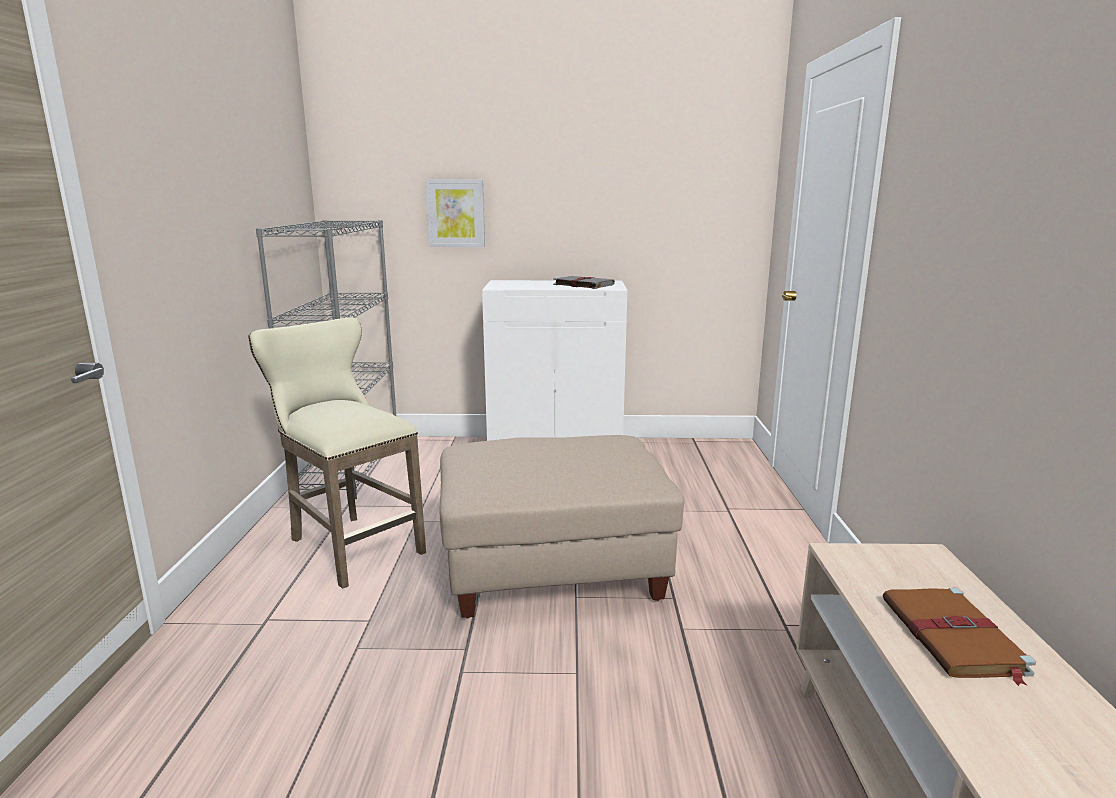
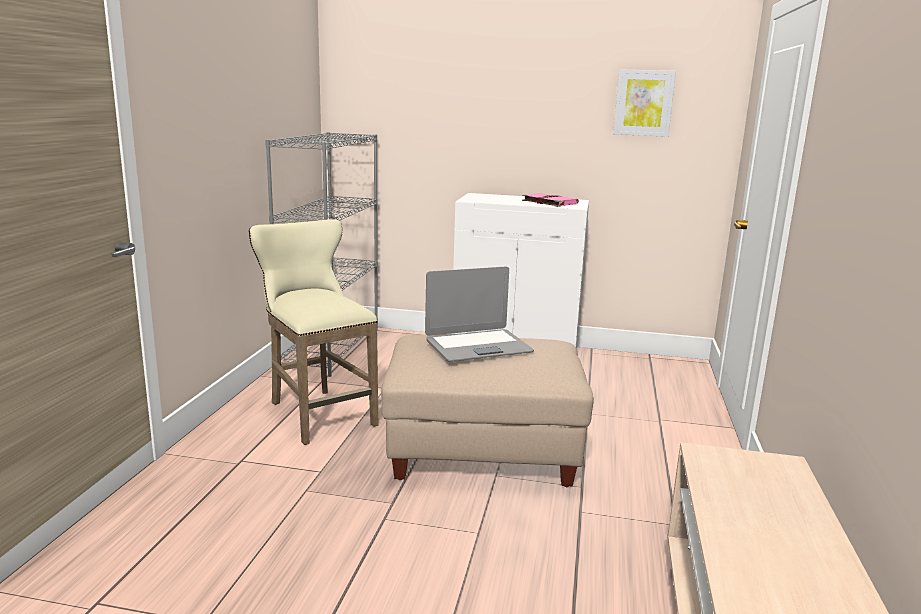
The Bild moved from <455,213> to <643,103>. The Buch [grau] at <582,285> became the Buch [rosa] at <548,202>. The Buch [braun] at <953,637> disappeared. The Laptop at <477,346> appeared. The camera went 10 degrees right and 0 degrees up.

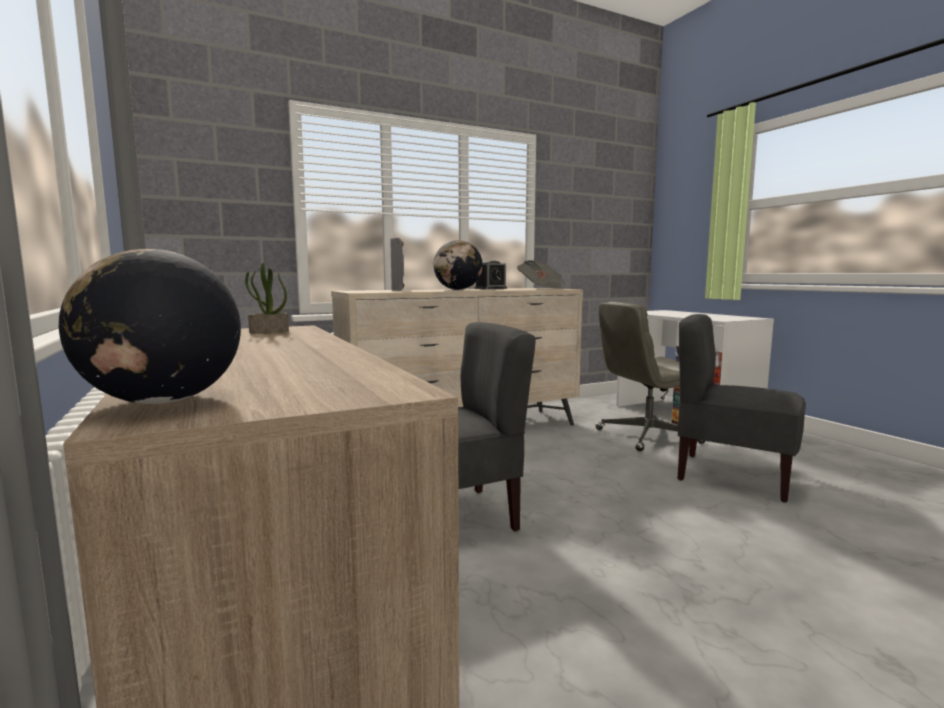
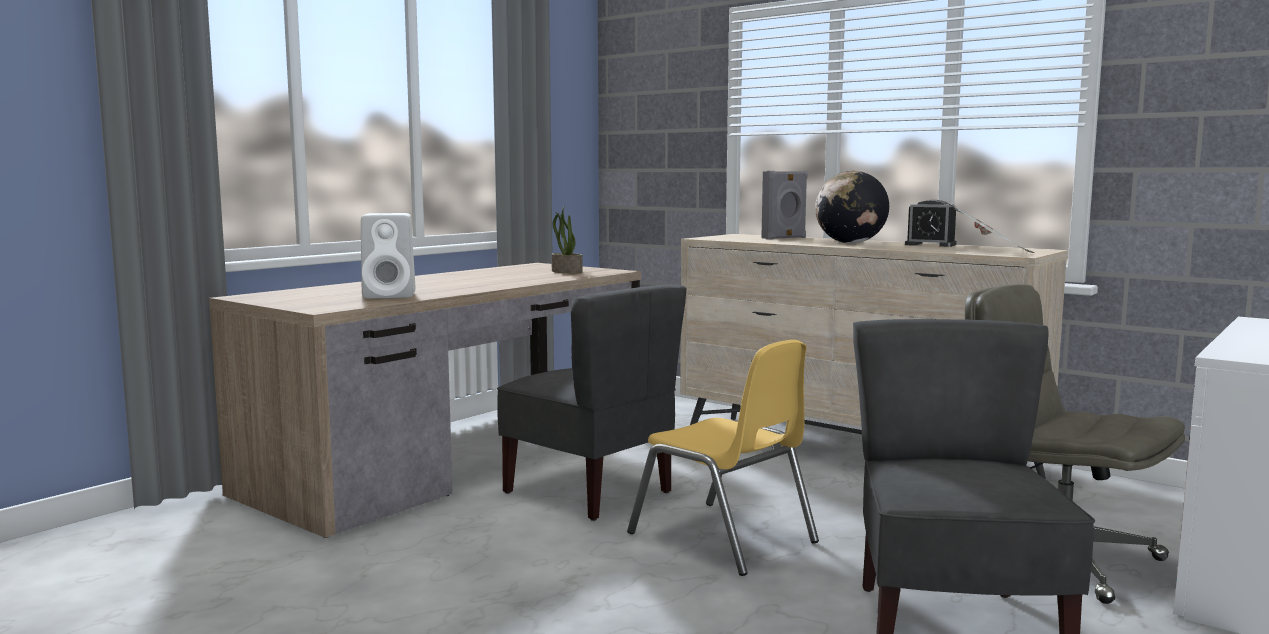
The Globus at <163,401> disappeared. The Lautsprecher [weiß] at <391,295> appeared. The Stuhl [gelb] at <723,538> appeared. The camera went 65 degrees right and 0 degrees up.

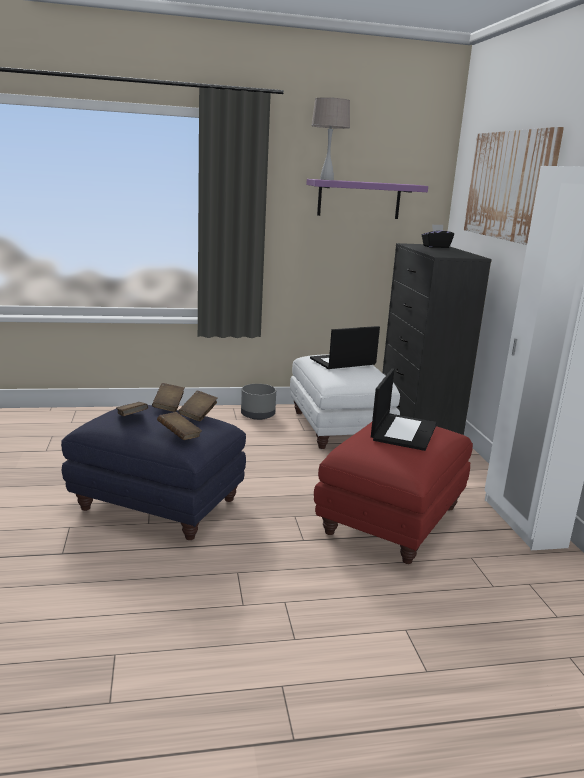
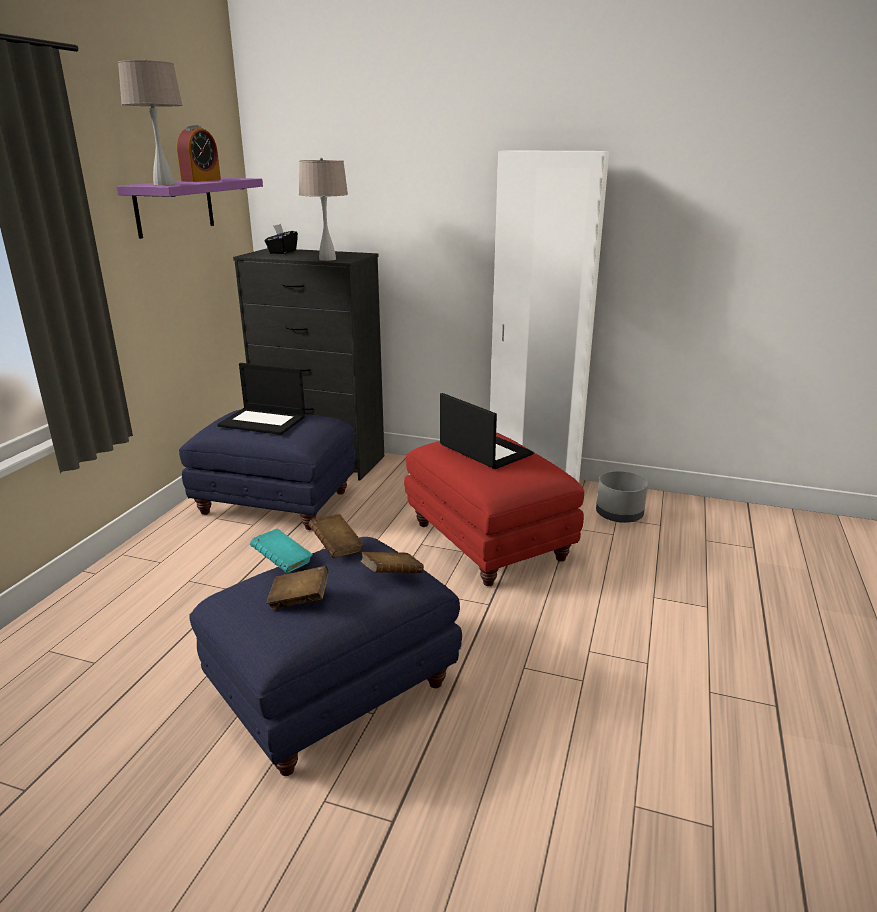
The Buch [braun] at <168,406> became the Buch [türkis] at <282,562>. The Pflanzkübel [grau] moved from <258,415> to <619,514>. The Polsterhocker [weiß] at <339,429> became the Polsterhocker [blau] at <277,503>. The Laptop at <342,362> turned 75 degrees counterclockwise. The Bild at <509,185> disappeared. The Wecker at <201,180> appeared. The Tischlampe [beige] at <328,259> appeared. The camera went 60 degrees left and 5 degrees up.

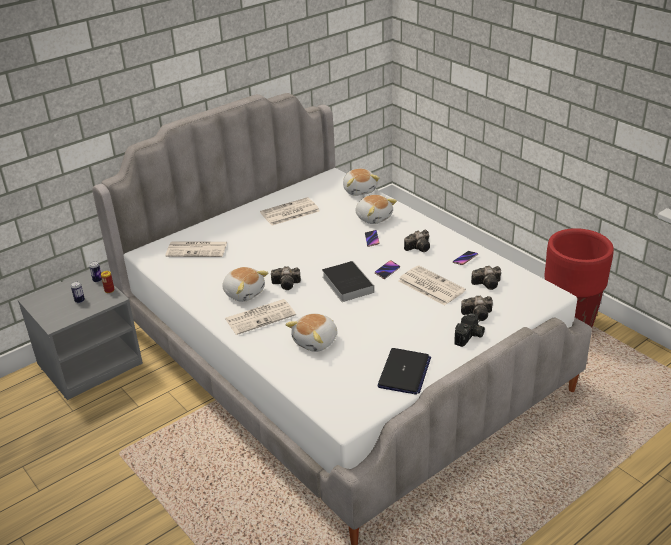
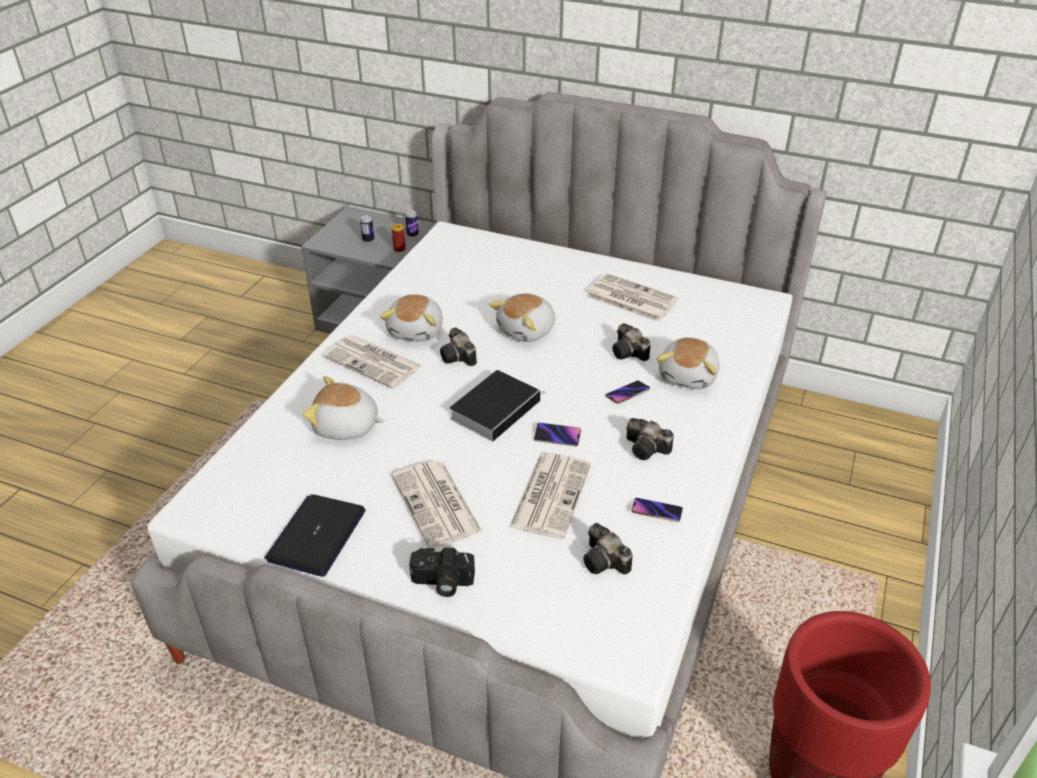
The Zeitung moved from <197,249> to <437,504>. The Plüschtier moved from <360,190> to <527,330>. The Laptop at <404,372> turned 120 degrees clockwise. The Kamera moved from <479,314> to <629,353>. The camera went 60 degrees right and 5 degrees up.

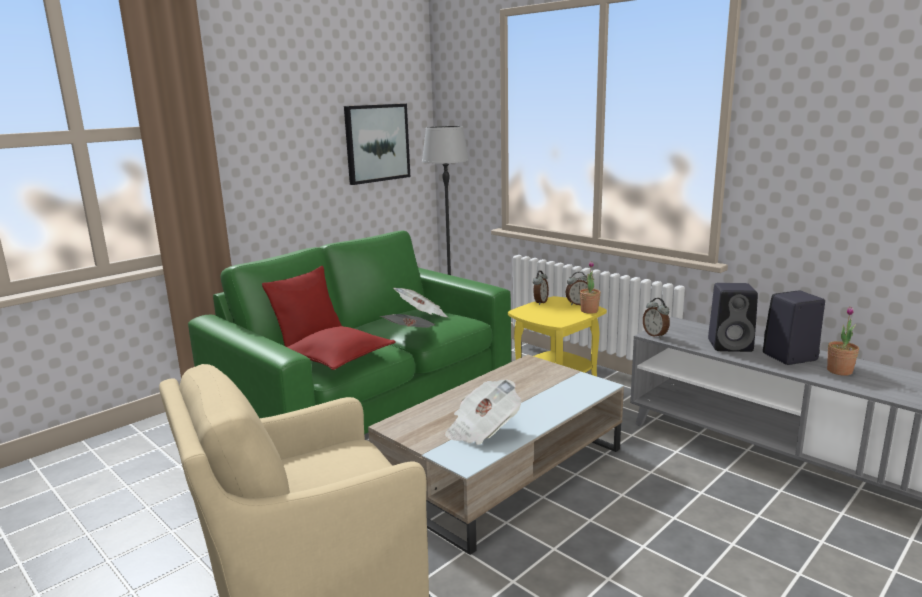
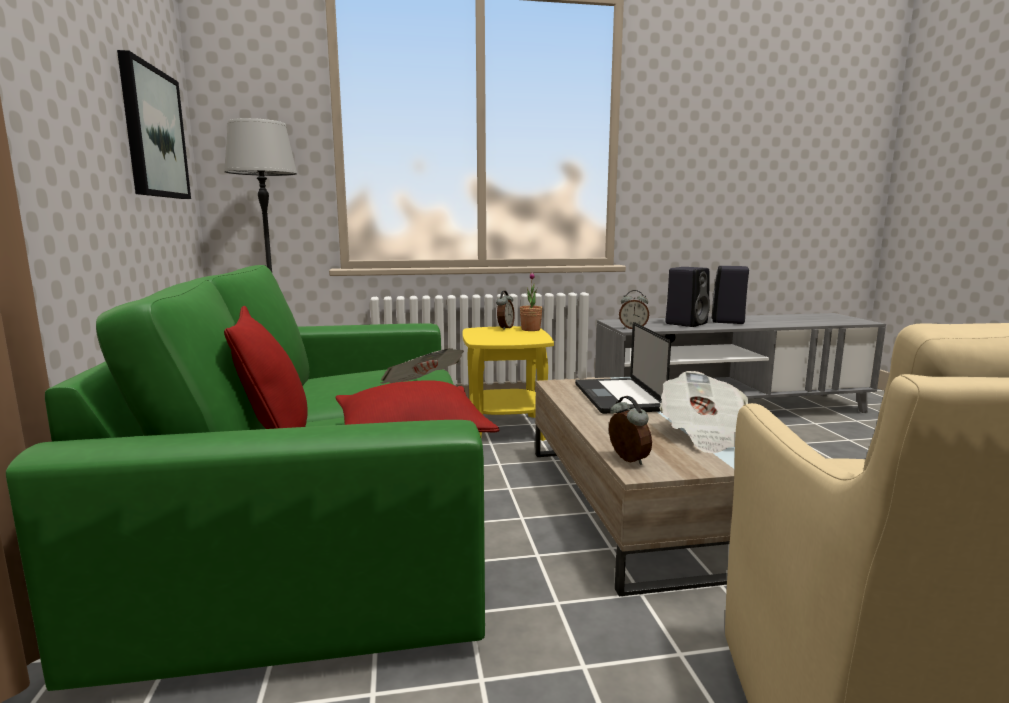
The Zeitung at <422,316> disappeared. The Wecker moved from <540,302> to <627,460>. The Topfpflanze at <839,371> disappeared. The Laptop at <617,397> appeared. The camera went 55 degrees left and 5 degrees down.

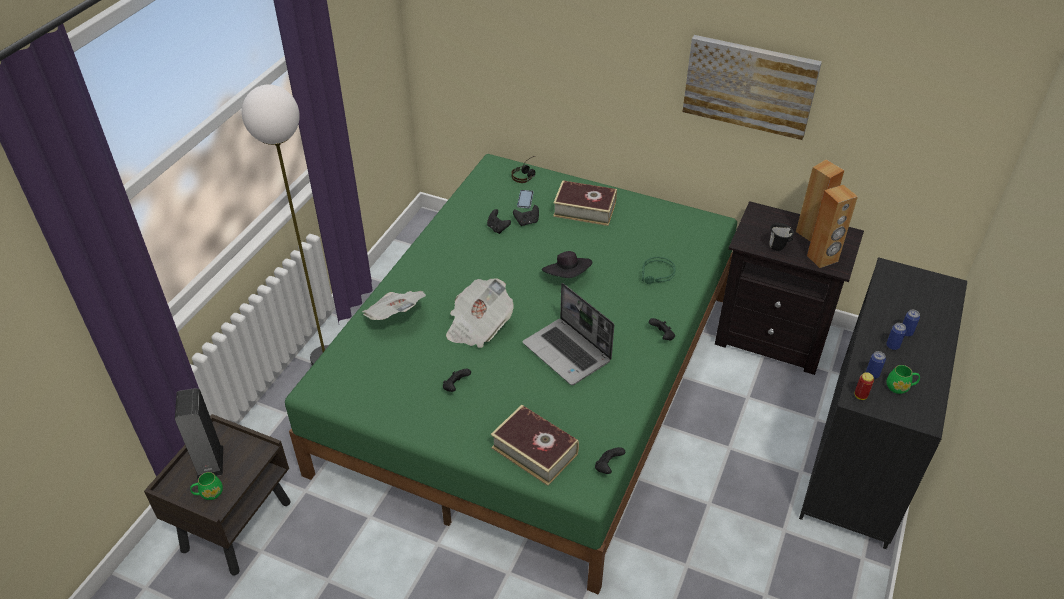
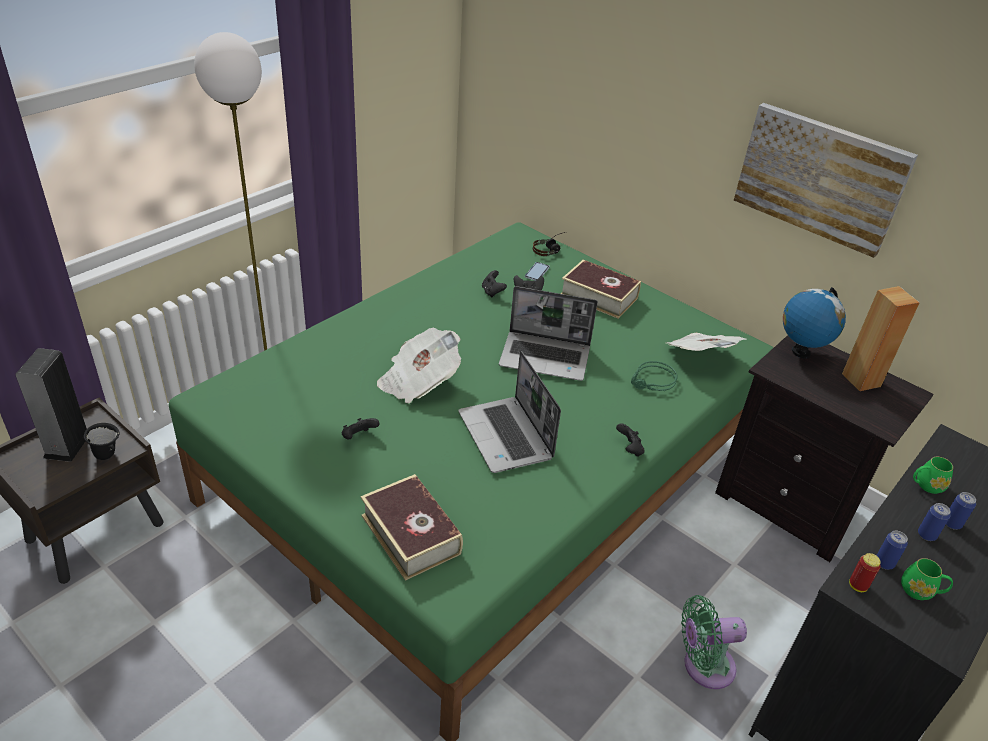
The Henkelbecher [grün] moved from <209,493> to <926,485>. The Zeitung moved from <395,316> to <700,356>. The Hut [schwarz] at <567,276> was replaced by the Laptop at <546,357>. The Gamepad [schwarz] at <608,467> disappeared. The Henkelbecher [schwarz] moved from <778,247> to <108,455>. The Lautsprecher [braun] at <822,259> disappeared. The Ventilator [grün] at <703,666> appeared. The Globus at <800,352> appeared. The camera went 15 degrees right and 5 degrees down.

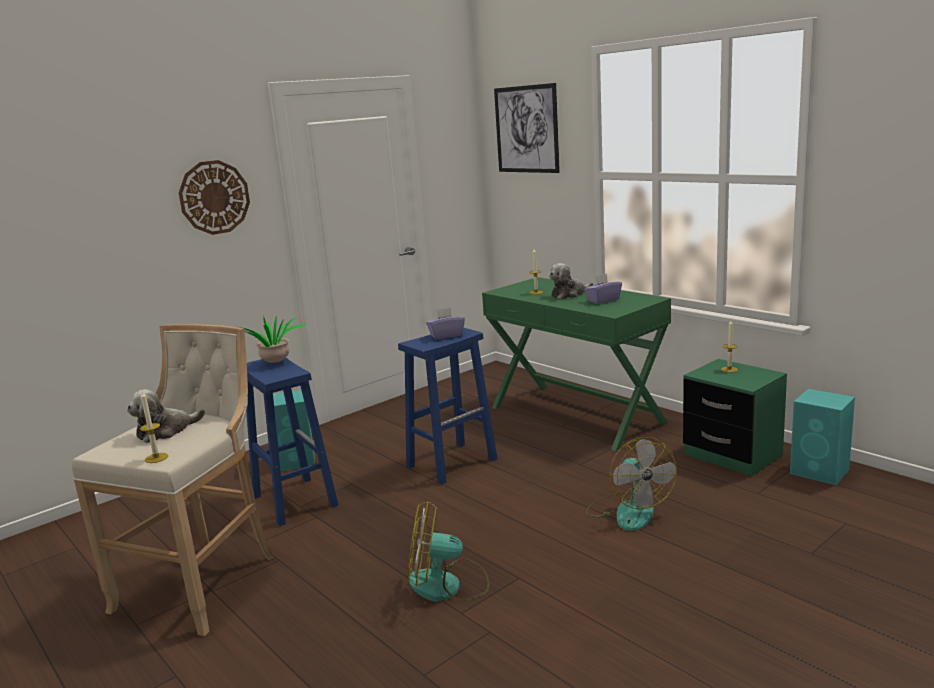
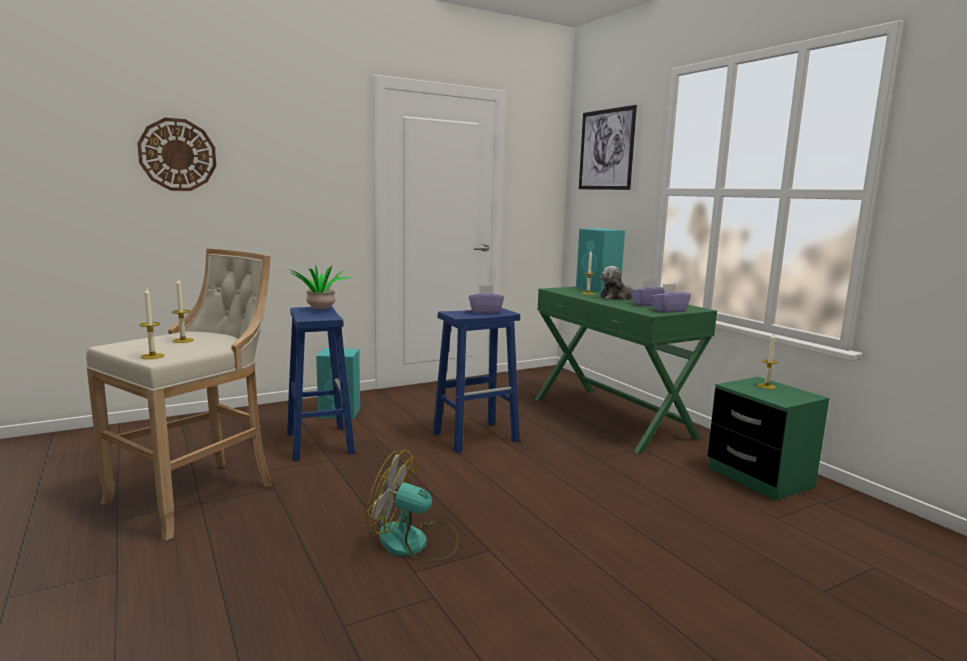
The Plüschtier at <166,431> was replaced by the Kerze at <183,340>. The Wanduhr moved from <214,197> to <177,155>. The Ventilator at <628,511> disappeared. The Lautsprecher [türkis] moved from <821,472> to <598,289>. The Taschentuchbox [lila] at <668,310> appeared. The camera went 10 degrees right and 5 degrees down.

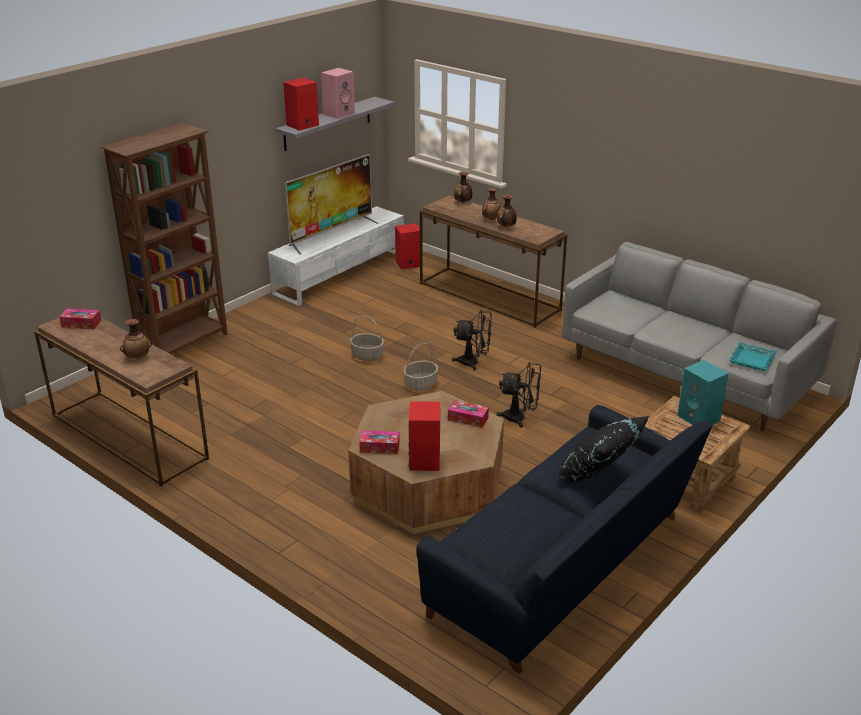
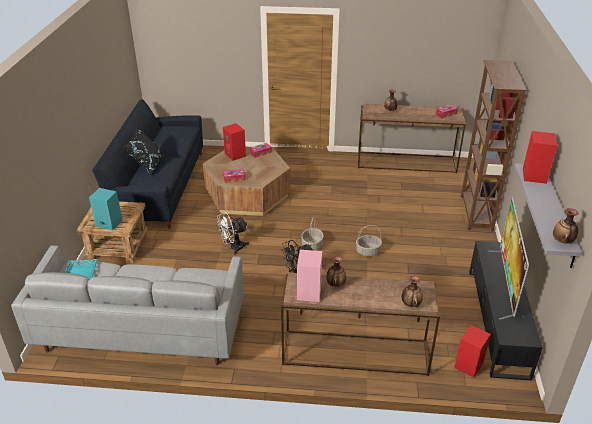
The Fernsehschrank [weiß] at <341,273> became the Fernsehschrank [schwarz] at <497,321>. The Lautsprecher [rosa] moved from <339,113> to <309,293>. The Vase moved from <491,219> to <562,241>. The Ventilator [schwarz] at <520,418> became the Ventilator [weiß] at <233,247>. The camera went 145 degrees right and 5 degrees up.

